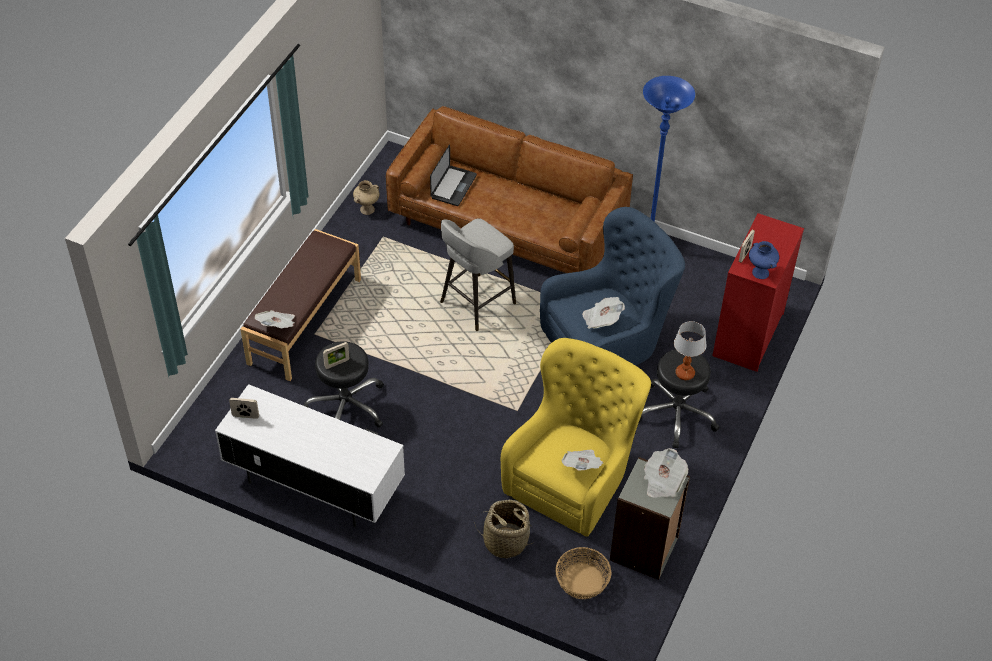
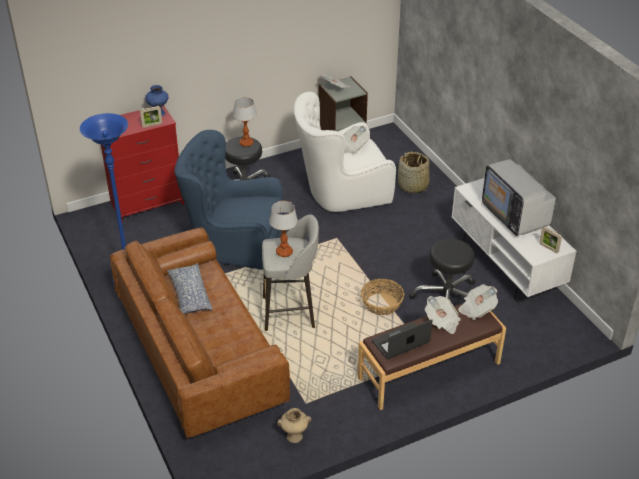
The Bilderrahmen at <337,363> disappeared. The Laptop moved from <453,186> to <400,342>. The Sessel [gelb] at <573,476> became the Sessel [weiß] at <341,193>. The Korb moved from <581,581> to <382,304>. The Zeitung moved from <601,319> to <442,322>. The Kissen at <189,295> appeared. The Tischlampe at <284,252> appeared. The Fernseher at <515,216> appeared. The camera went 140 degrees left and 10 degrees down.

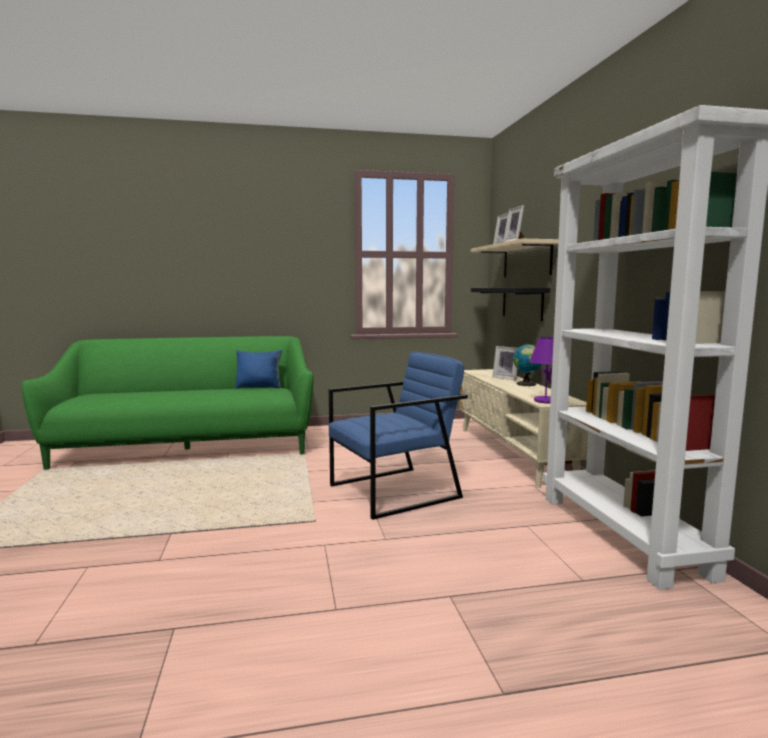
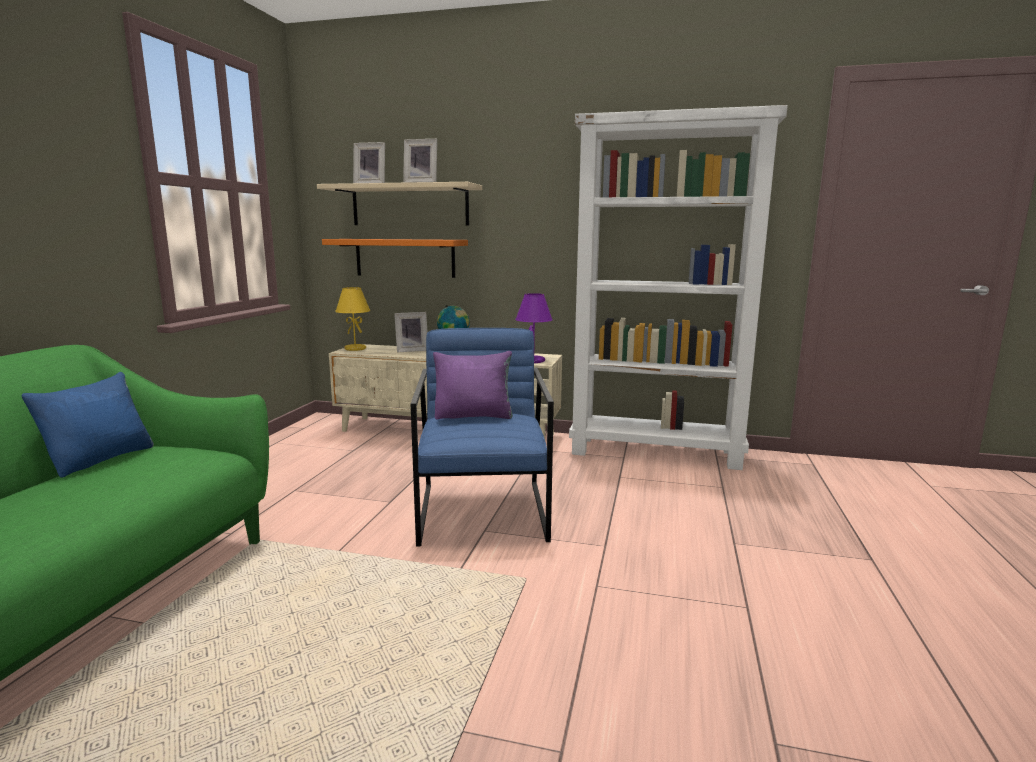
The Wandregal [schwarz] at <522,303> became the Wandregal [orange] at <405,258>. The Tischlampe [gelb] at <355,349> appeared. The Kissen [lila] at <474,416> appeared. The camera went 65 degrees left and 5 degrees up.

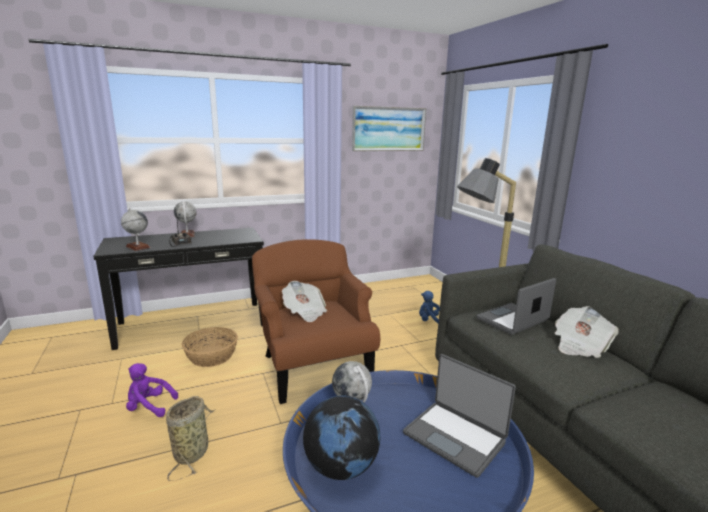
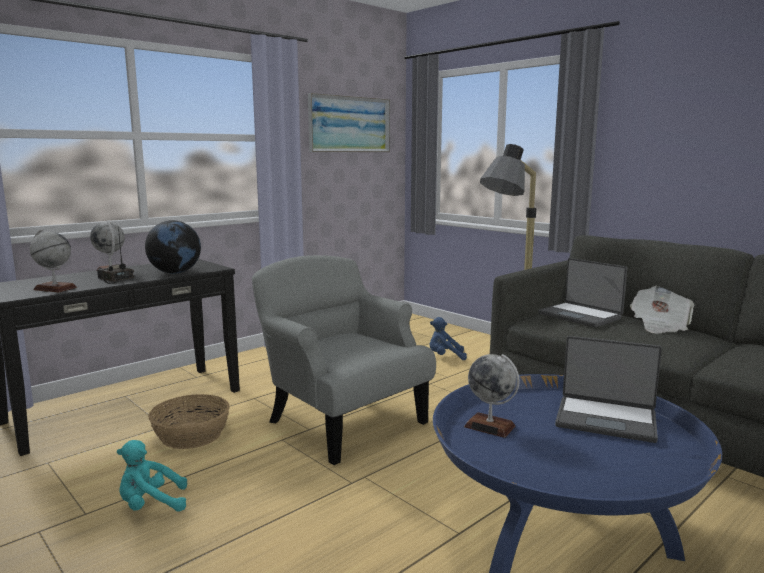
The Plüschtier [lila] at <149,407> became the Plüschtier [türkis] at <151,505>. The Korb at <192,452> disappeared. The Sessel [braun] at <313,366> became the Sessel [grau] at <342,421>. The Zeitung at <304,312> disappeared. The Globus moved from <341,467> to <175,272>. The Laptop at <513,320> turned 75 degrees counterclockwise. The camera went 20 degrees left and 5 degrees down.

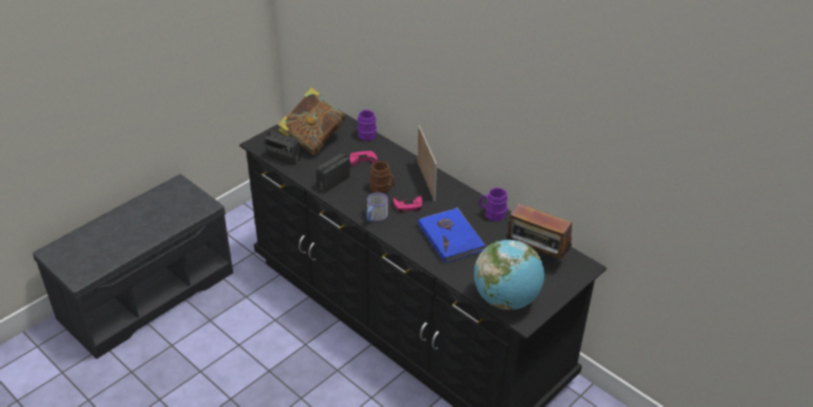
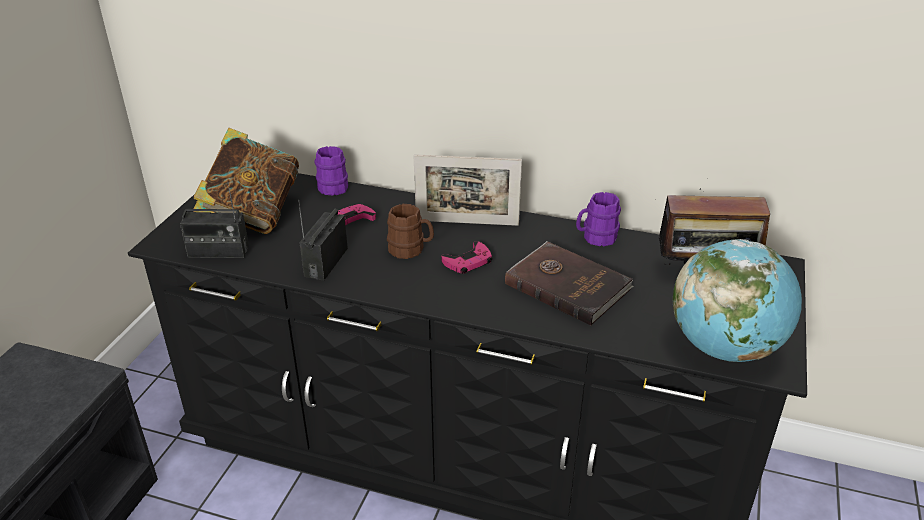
The Henkelbecher at <375,217> disappeared. The Bilderrahmen at <426,181> turned 135 degrees clockwise. The Buch [blau] at <451,237> became the Buch [braun] at <567,285>. The camera went 25 degrees left and 5 degrees down.

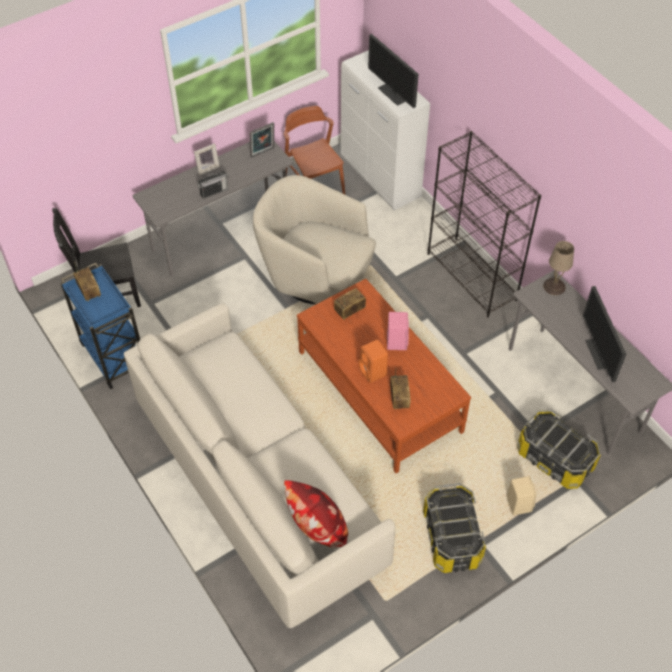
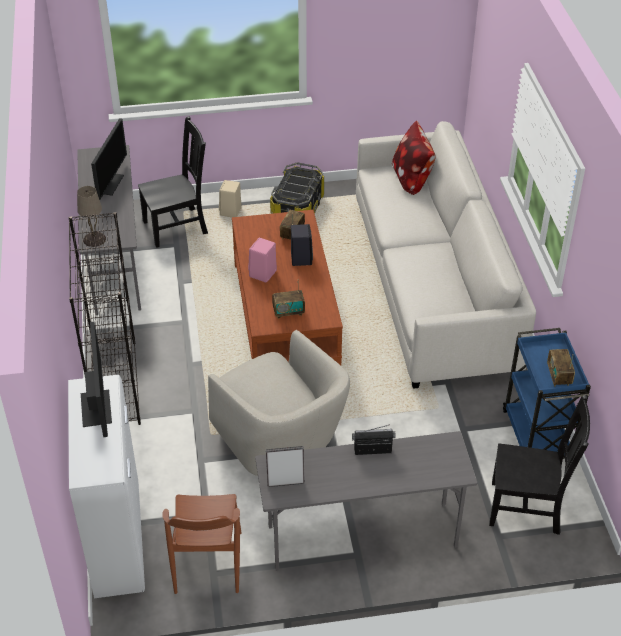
The Bilderrahmen at <207,168> disappeared. The Lautsprecher [orange] at <373,372> became the Lautsprecher [schwarz] at <301,258>. The Aufbewahrungsbox at <554,459> was replaced by the Stuhl [schwarz] at <177,227>. The camera went 155 degrees left and 10 degrees down.

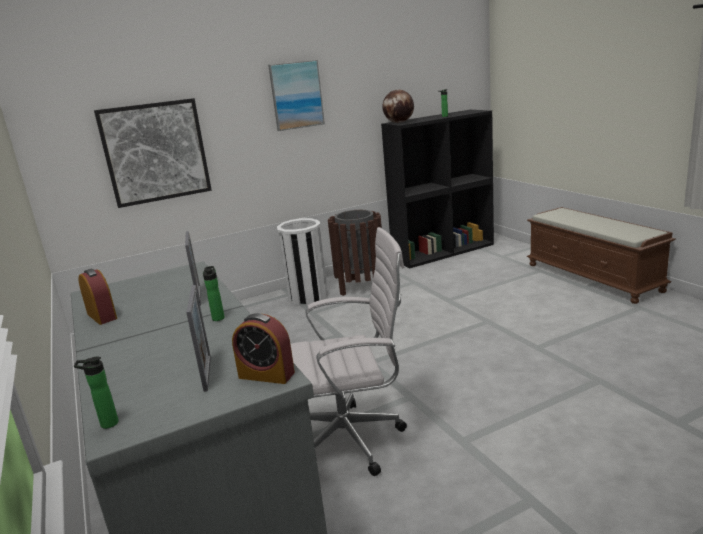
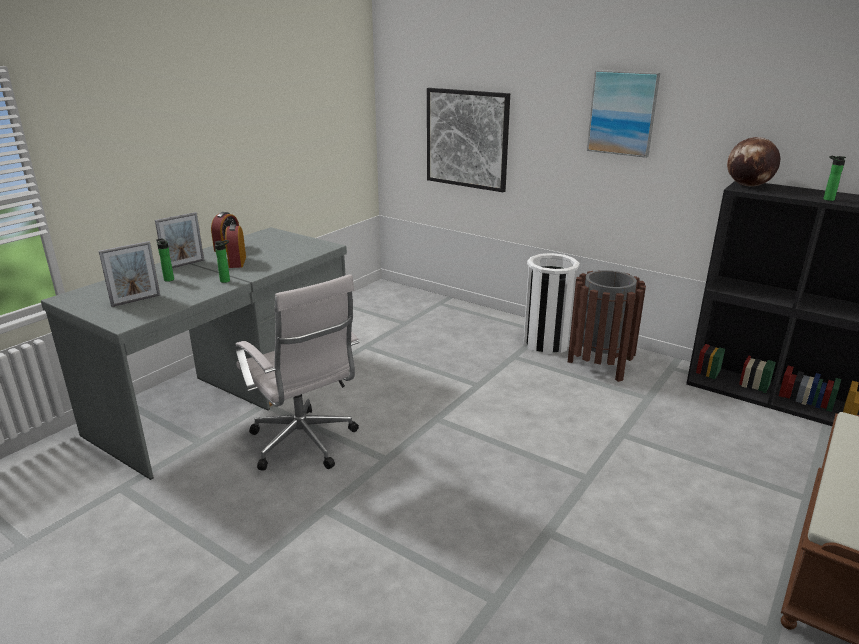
The Flasche moved from <106,424> to <168,279>. The Bilderrahmen moved from <199,296> to <184,265>. The Wecker moved from <266,375> to <237,262>. The camera went 60 degrees right and 5 degrees up.

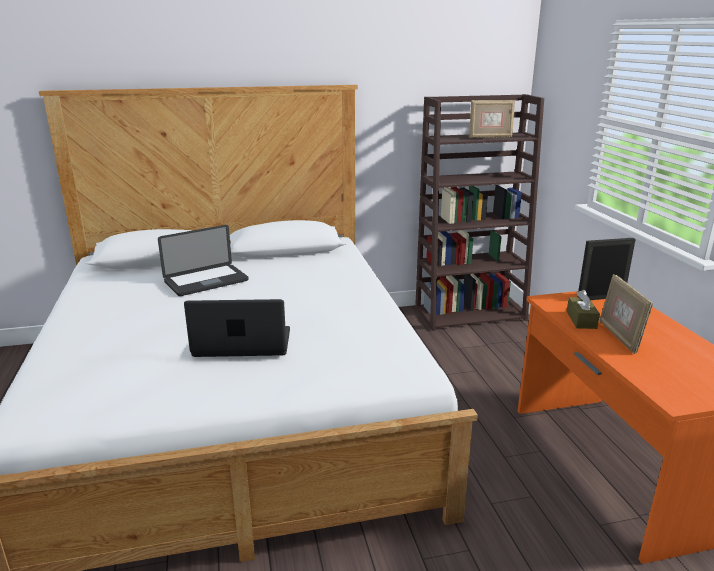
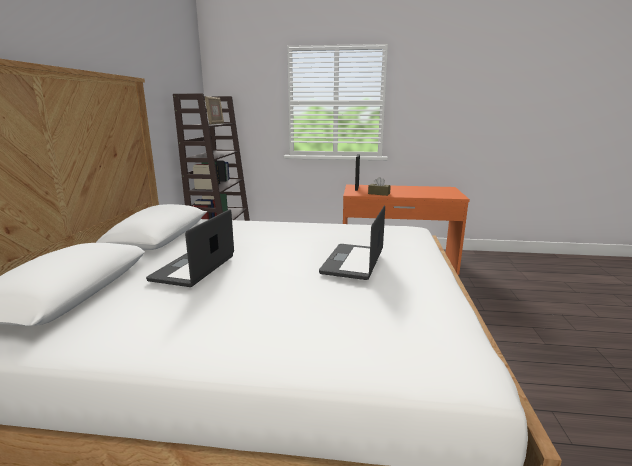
The Laptop at <206,281> turned 150 degrees counterclockwise. The Bilderrahmen at <619,337> disappeared. The camera went 70 degrees left and 5 degrees down.

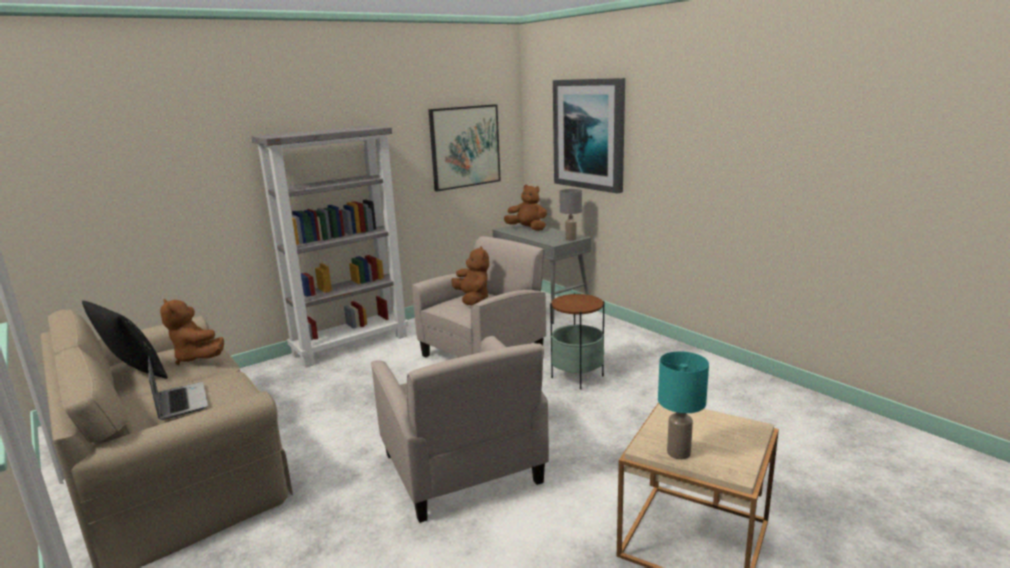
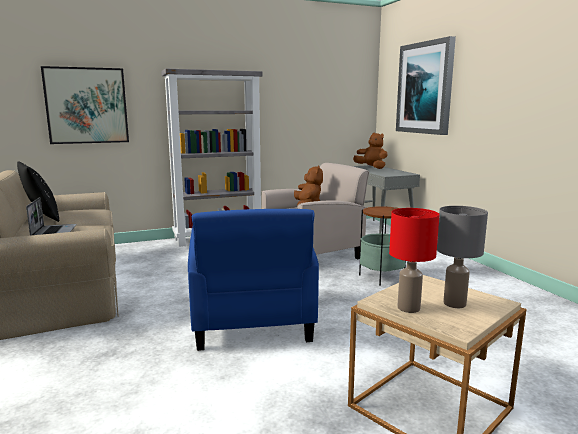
The Plüschtier [braun] at <197,358> disappeared. The Sessel [beige] at <462,470> became the Sessel [blau] at <252,322>. The Bild moved from <465,147> to <87,105>. The Tischlampe [grau] moved from <570,239> to <454,303>. The Tischlampe [türkis] at <678,452> became the Tischlampe [rot] at <408,308>. The camera went 15 degrees right and 5 degrees down.

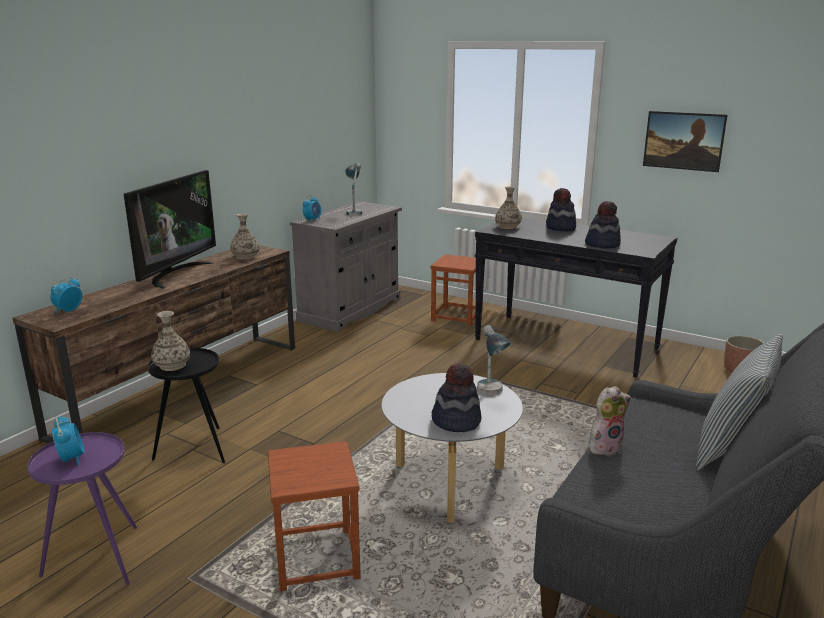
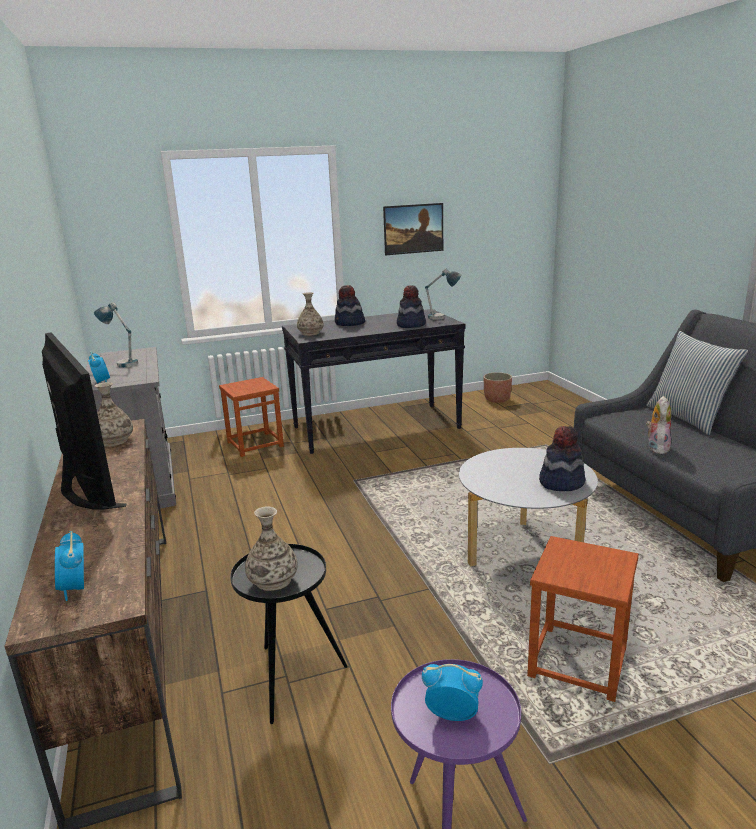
The Tischlampe moved from <491,394> to <442,318>. The camera went 50 degrees left and 0 degrees up.

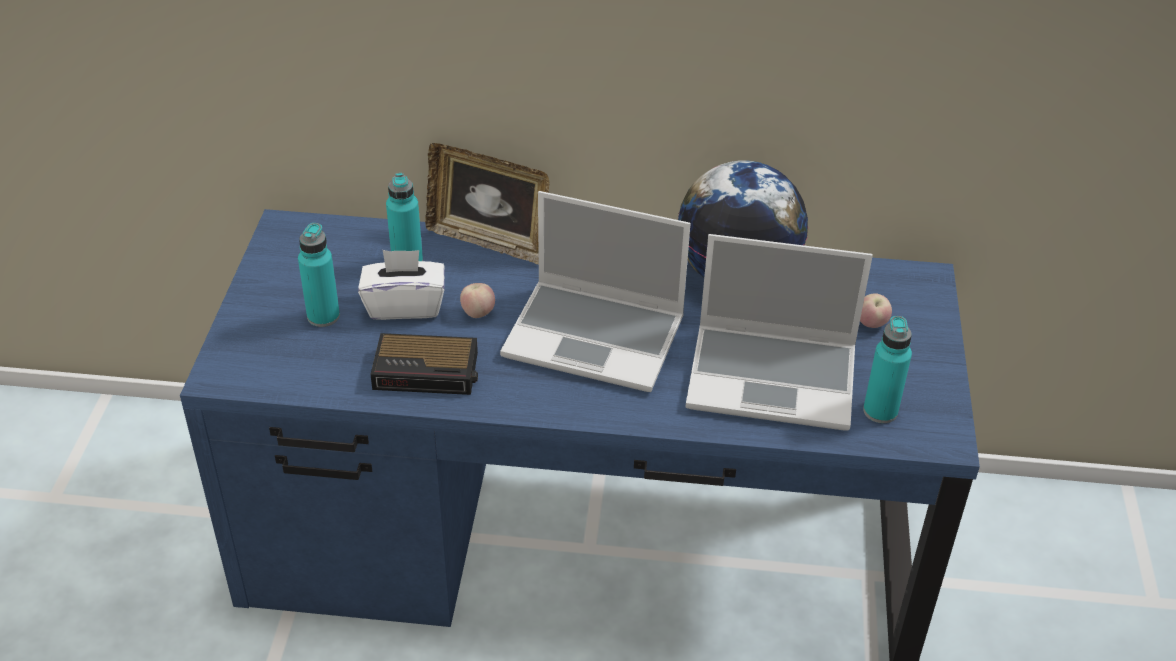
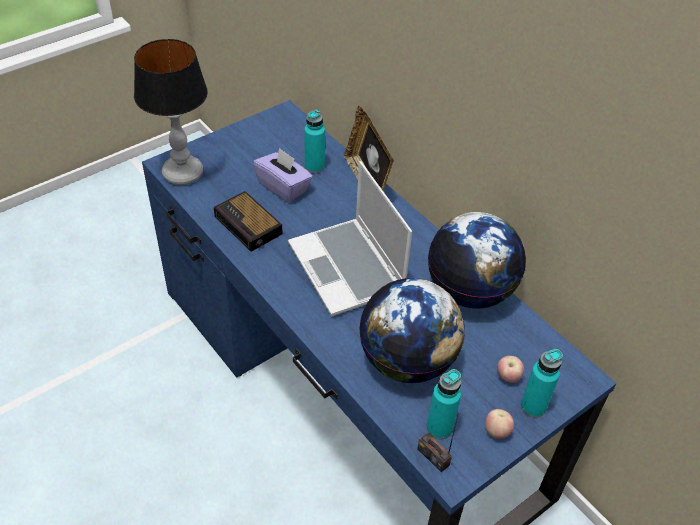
The Flasche [türkis] moved from <323,316> to <533,406>. The Taschentuchbox [weiß] at <405,305> became the Taschentuchbox [lila] at <283,187>. The Apfel moved from <478,313> to <496,431>. The Laptop at <774,378> was replaced by the Globus at <407,361>. The Tischlampe at <182,174> appeared. The Radio at <433,457> appeared. The camera went 45 degrees right and 5 degrees up.

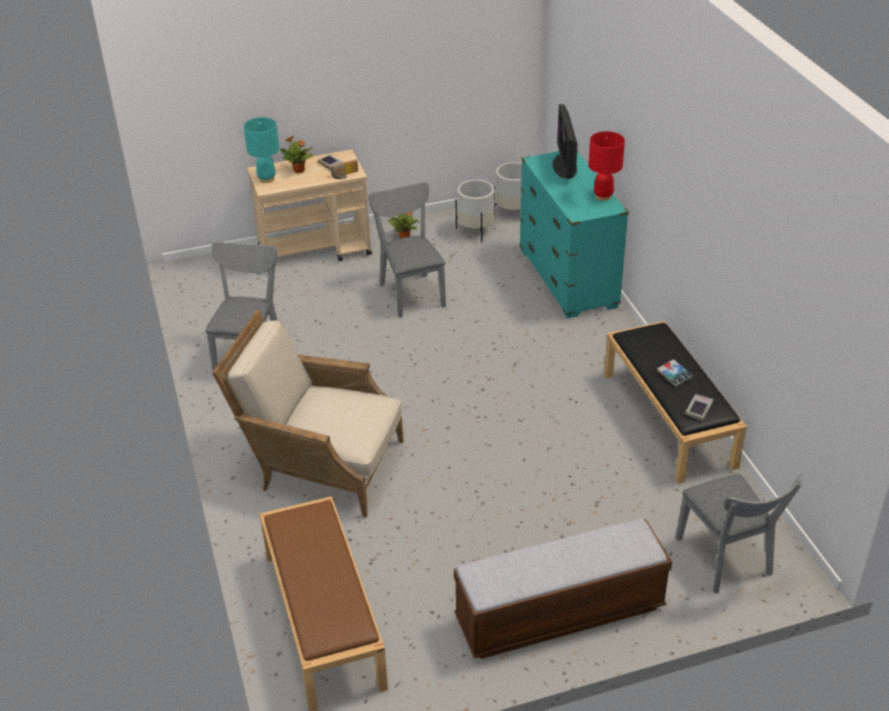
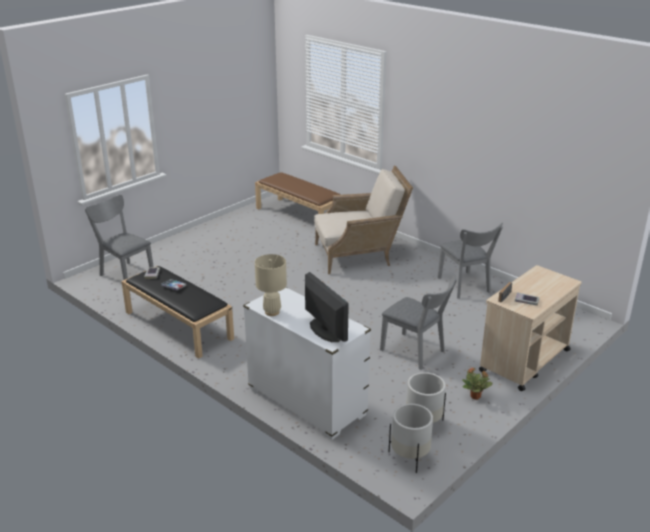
The Tischlampe [türkis] at <266,179> disappeared. The Topfpflanze at <299,170> disappeared. The Bank at <559,614> disappeared. The Kommode [türkis] at <568,279> became the Kommode [weiß] at <306,402>. The Tischlampe [rot] at <603,196> became the Tischlampe [beige] at <272,312>. The camera went 150 degrees right and 10 degrees down.

